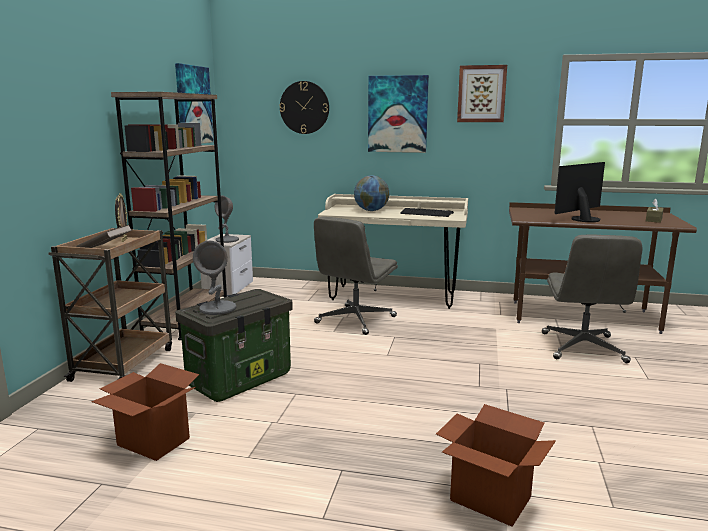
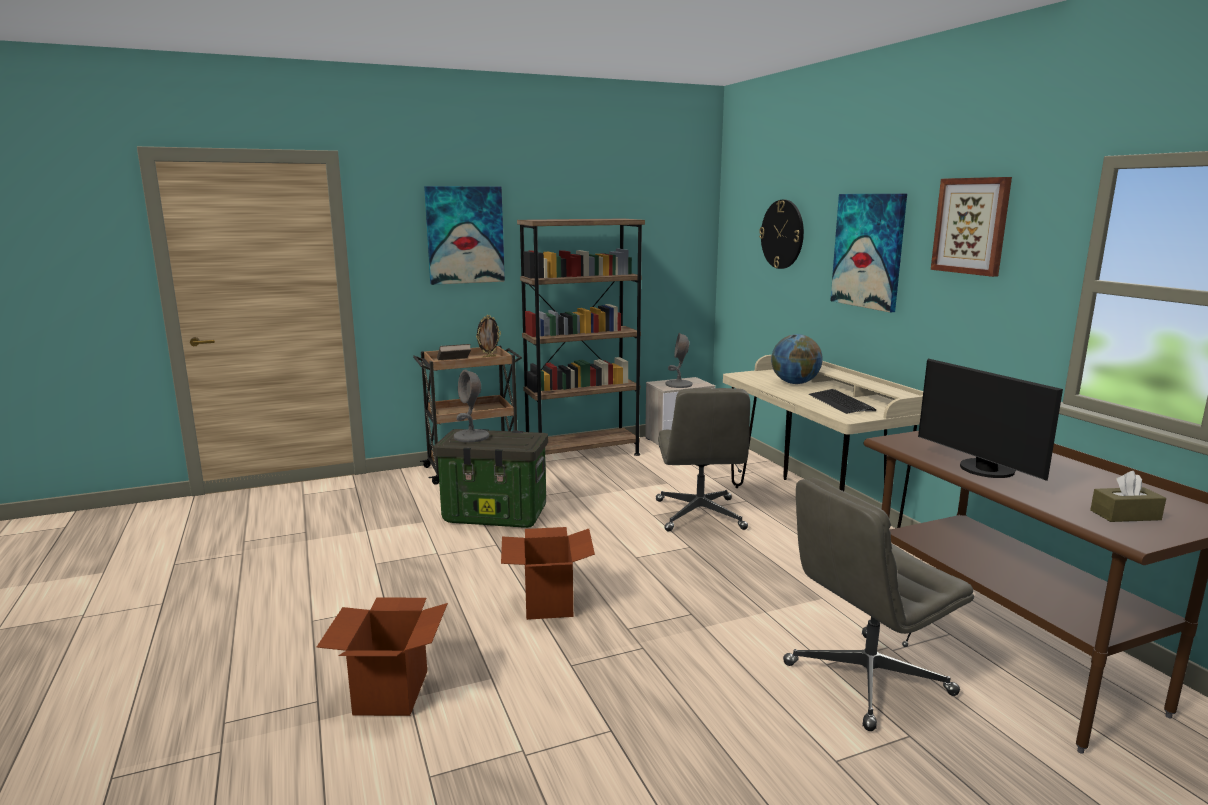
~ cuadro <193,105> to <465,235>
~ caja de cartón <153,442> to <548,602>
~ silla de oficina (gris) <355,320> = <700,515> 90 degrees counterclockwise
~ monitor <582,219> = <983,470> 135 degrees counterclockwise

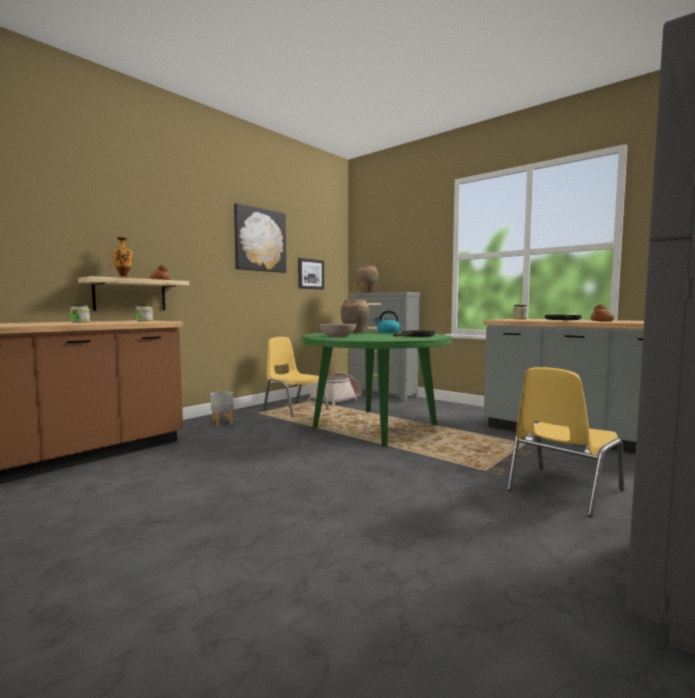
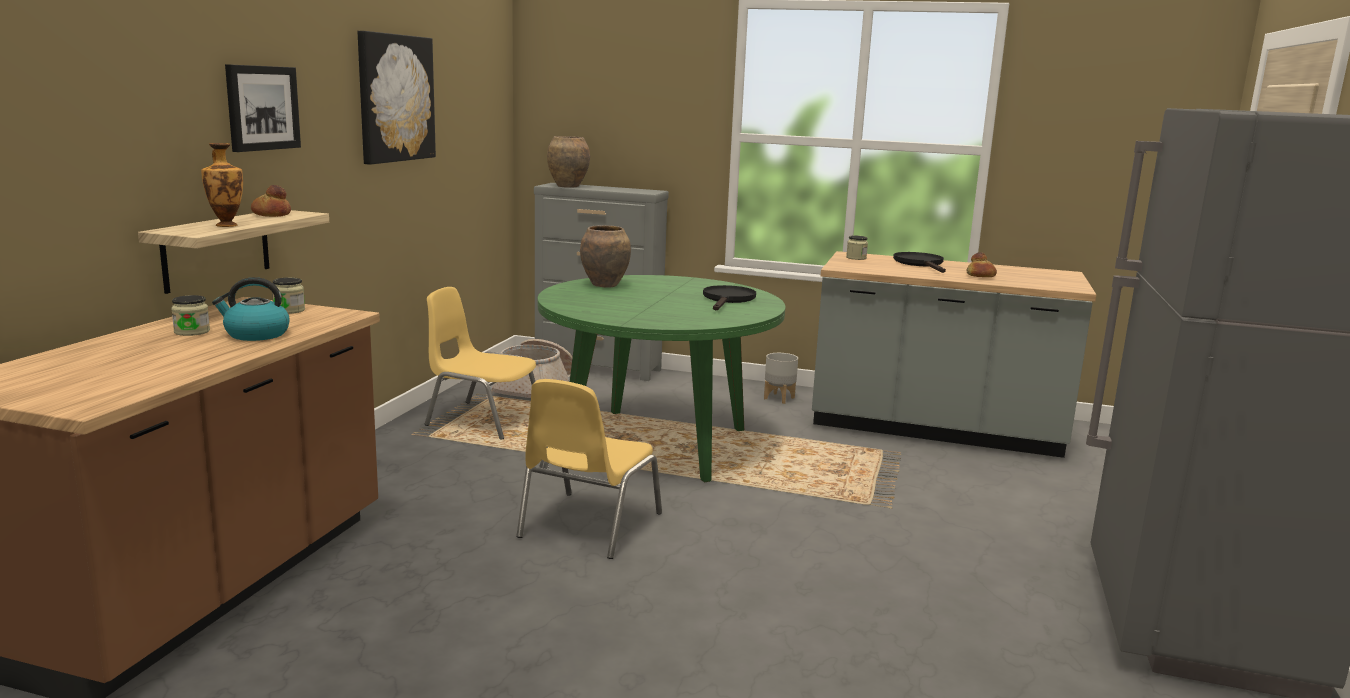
~ hervidor <388,332> to <256,334>
~ cuadro <310,274> to <262,108>
~ silla (amarillo) <562,490> to <588,526>
~ maceta (gris) <223,422> to <779,398>
- cuenco (gris) <338,336>

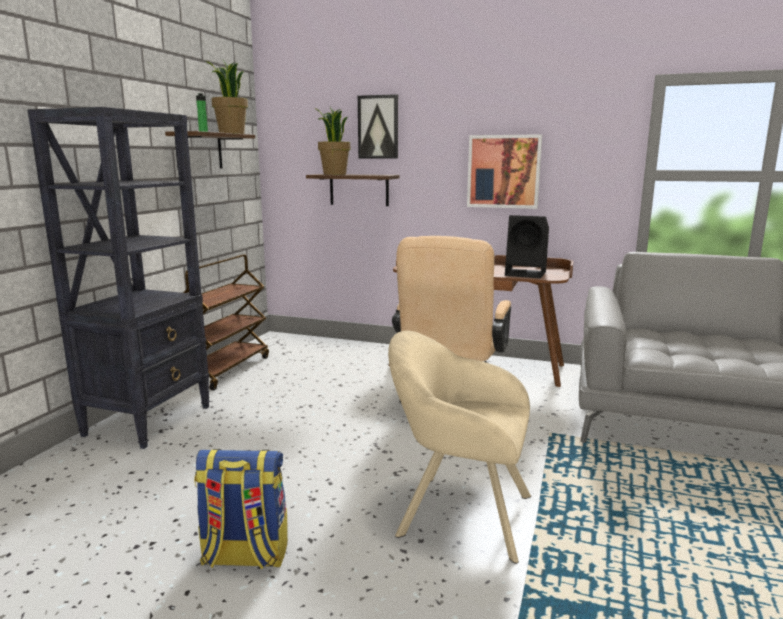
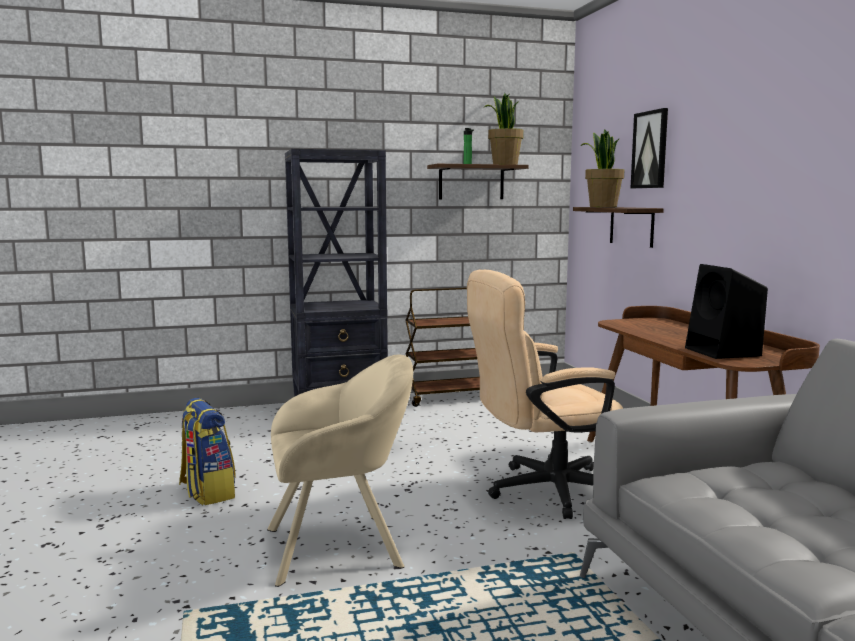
~ sillón (beis) <458,513> = <341,546> 90 degrees clockwise
- cuadro <503,171>

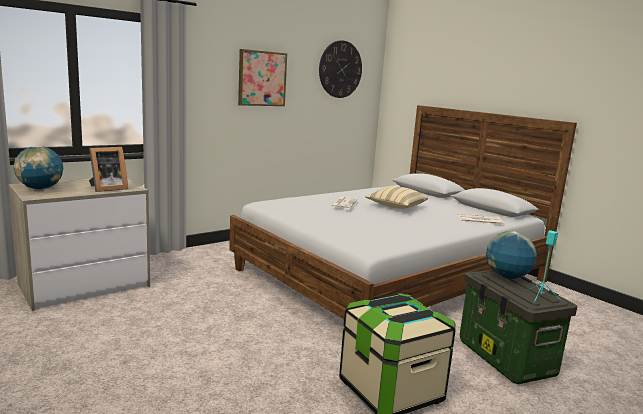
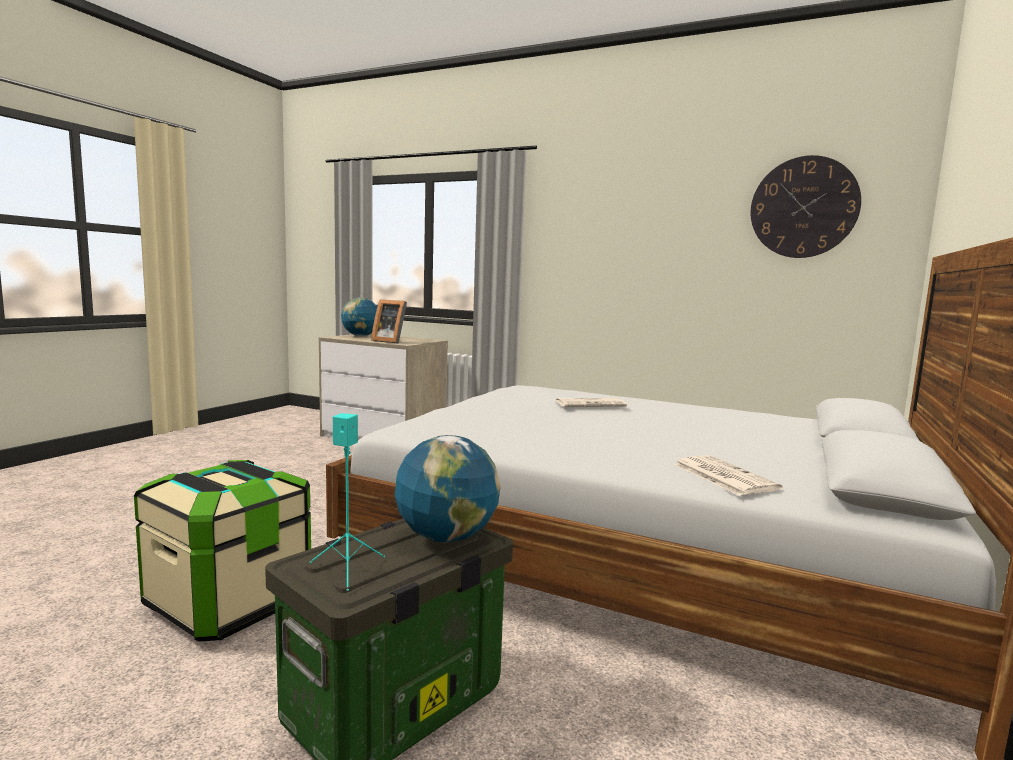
- cuadro <262,78>
- cojín (beis) <395,207>

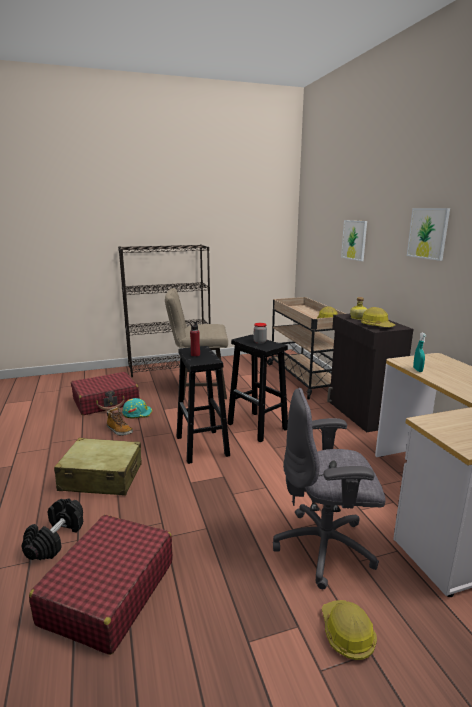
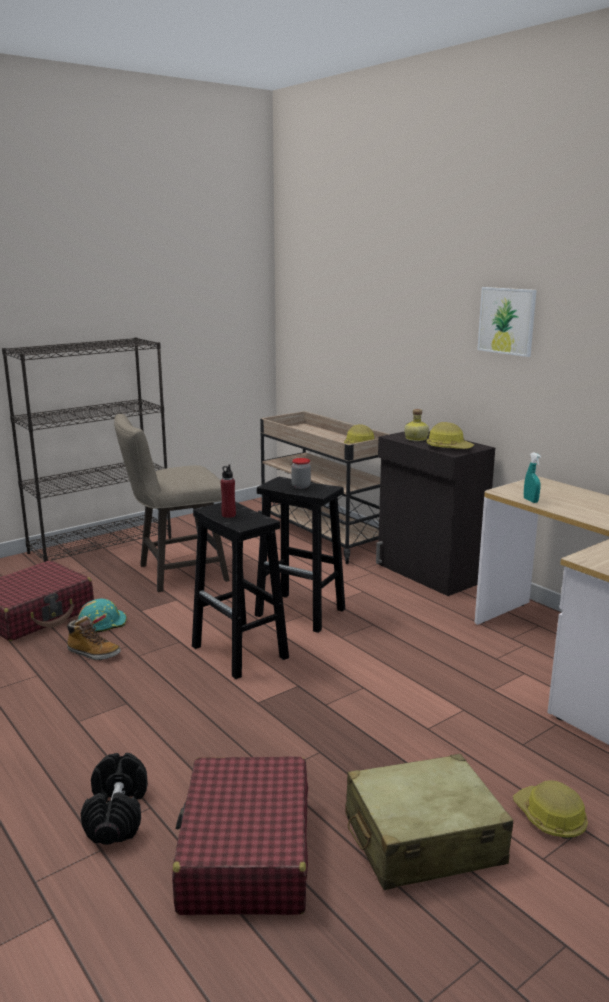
~ maleta (beis) <101,477> to <422,840>
- silla de oficina (gris) <325,547>
- cuadro <354,240>

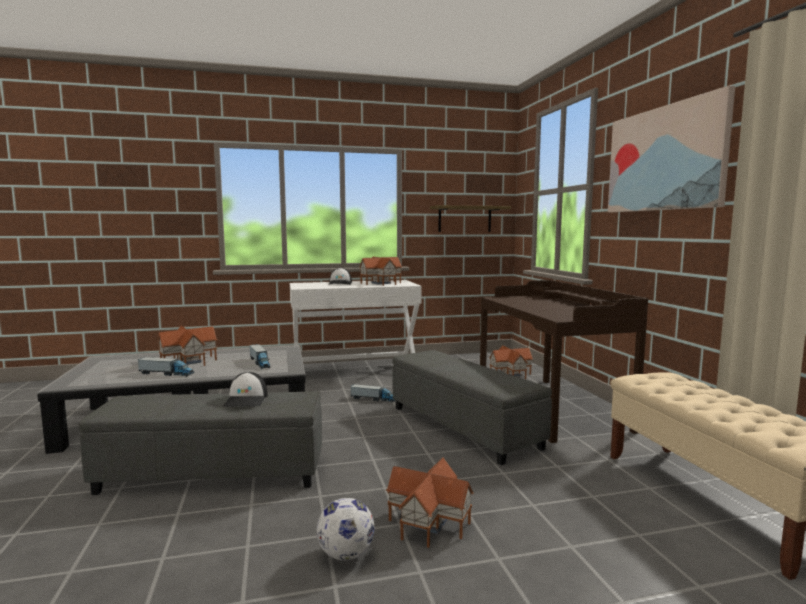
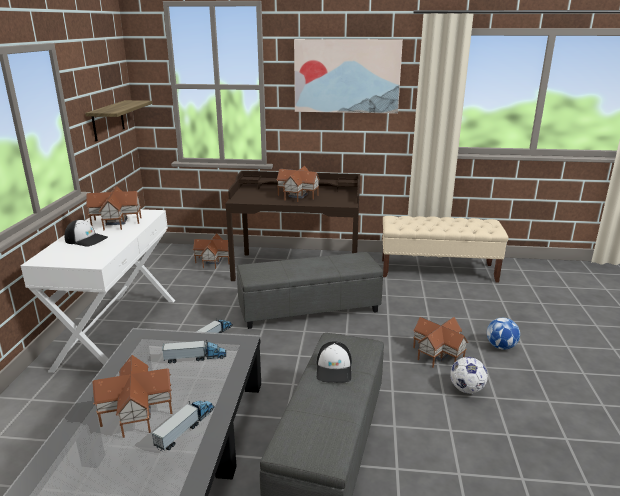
+ casita <298,195>
~ gorra <246,400> = <334,369> 75 degrees clockwise
+ balón de fútbol <500,346>

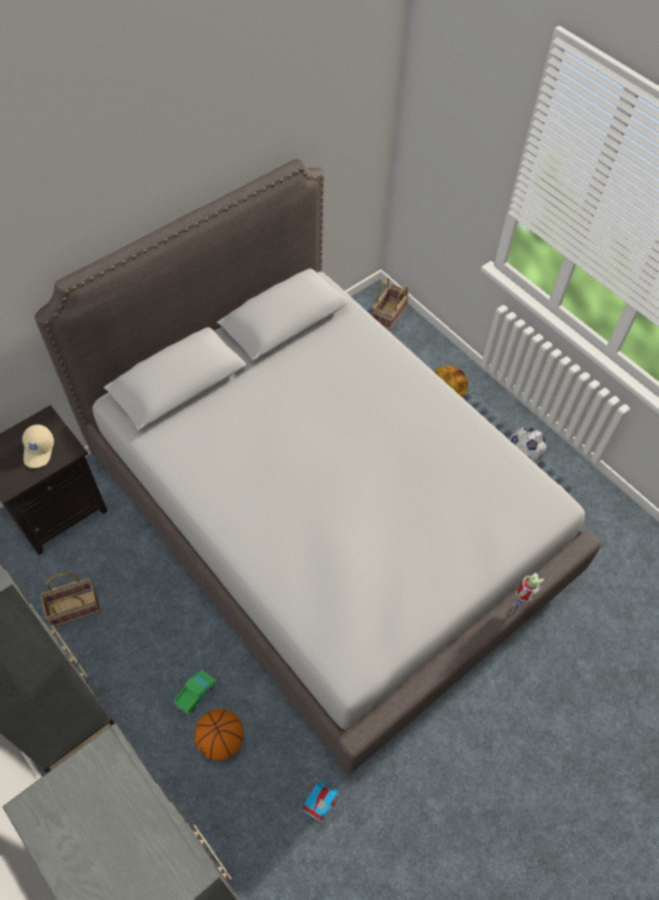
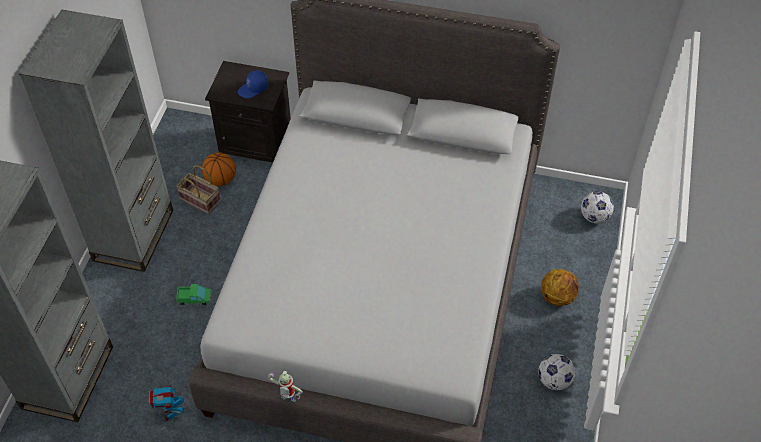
~ balón de baloncesto <221,740> to <220,180>
~ gorra (beis) <39,450> to gorra (azul) <253,89>
~ robot de juguete <520,603> to <288,401>
~ cesta <389,316> to balón de fútbol <594,217>

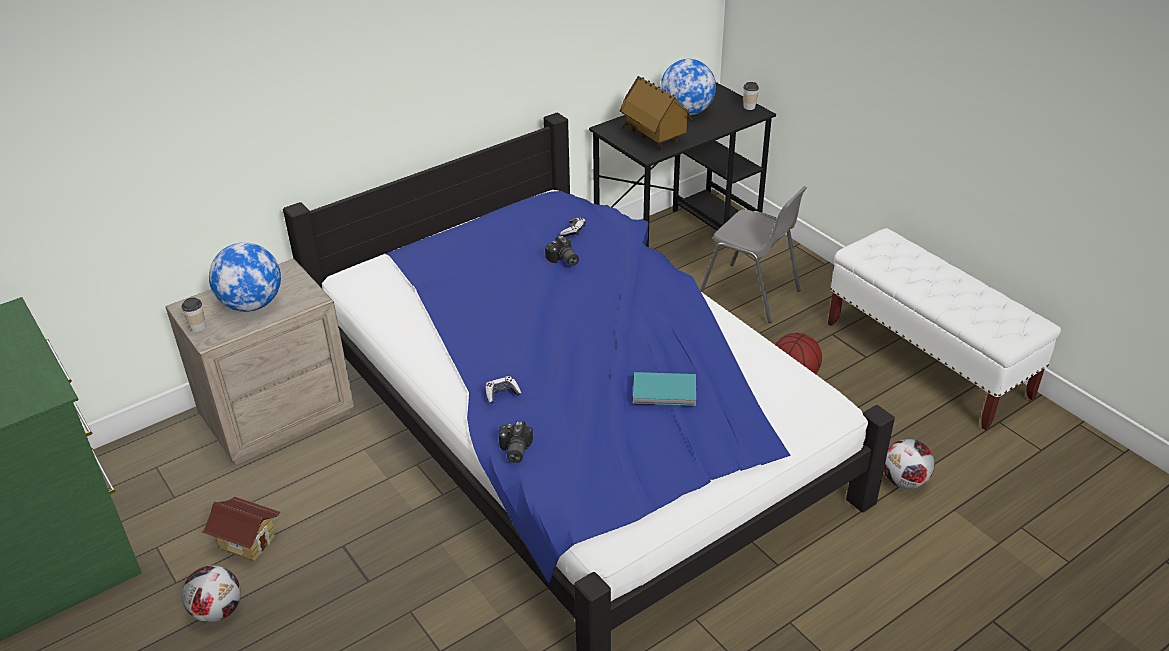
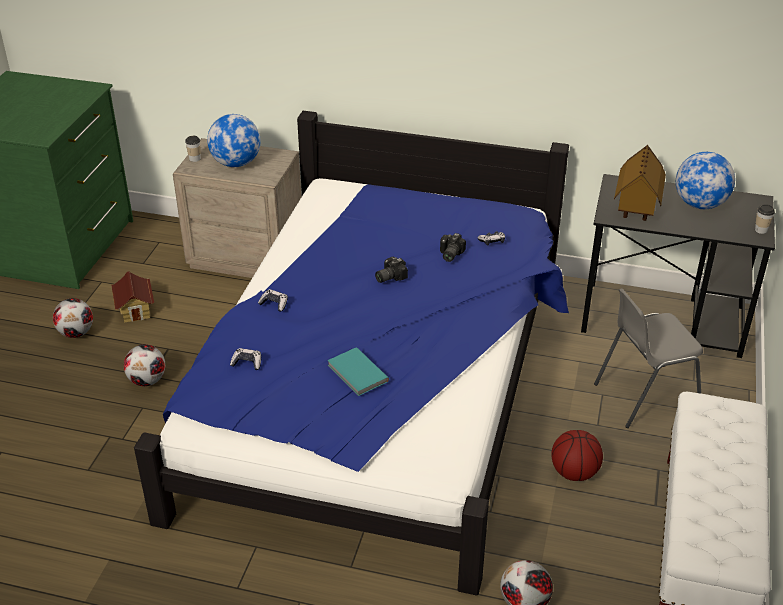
+ balón de fútbol <148,380>
+ mando de consola <247,363>
~ cámara <513,450> to <389,277>
~ silla (gris) <750,294> = <645,396> 75 degrees clockwise

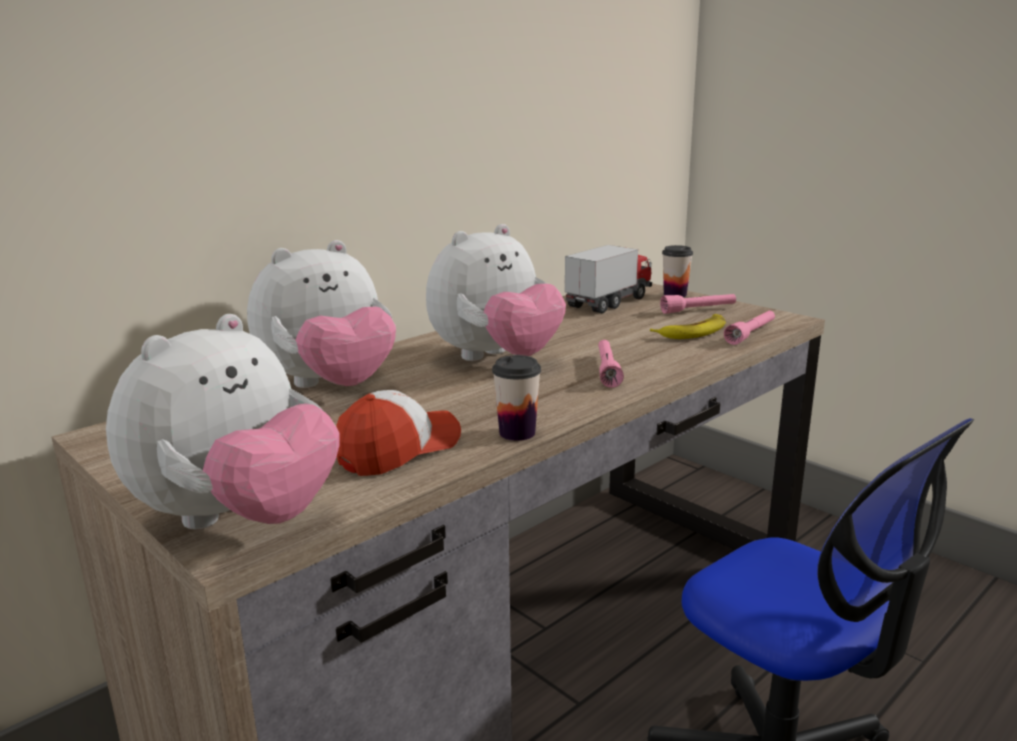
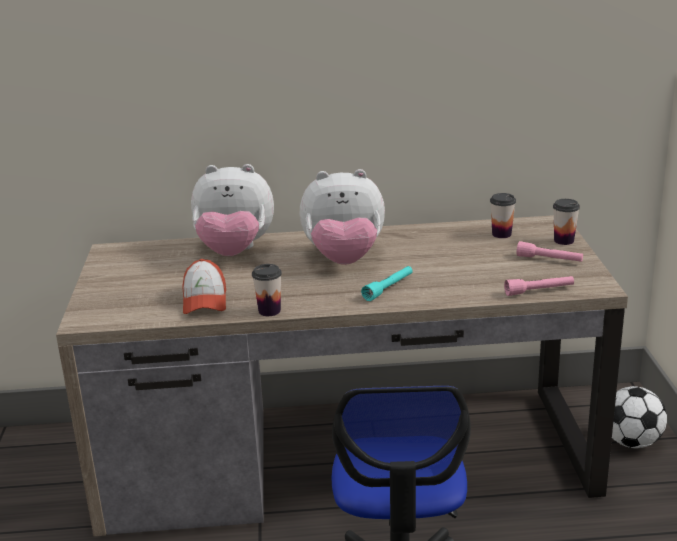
~ gorra <399,450> = <204,301> 90 degrees clockwise
~ linterna (rosa) <607,370> to linterna (turquesa) <389,288>
~ camión de juguete <609,302> to taza <501,234>
+ balón de fútbol <631,442>
- peluche <238,519>
- plátano <693,332>

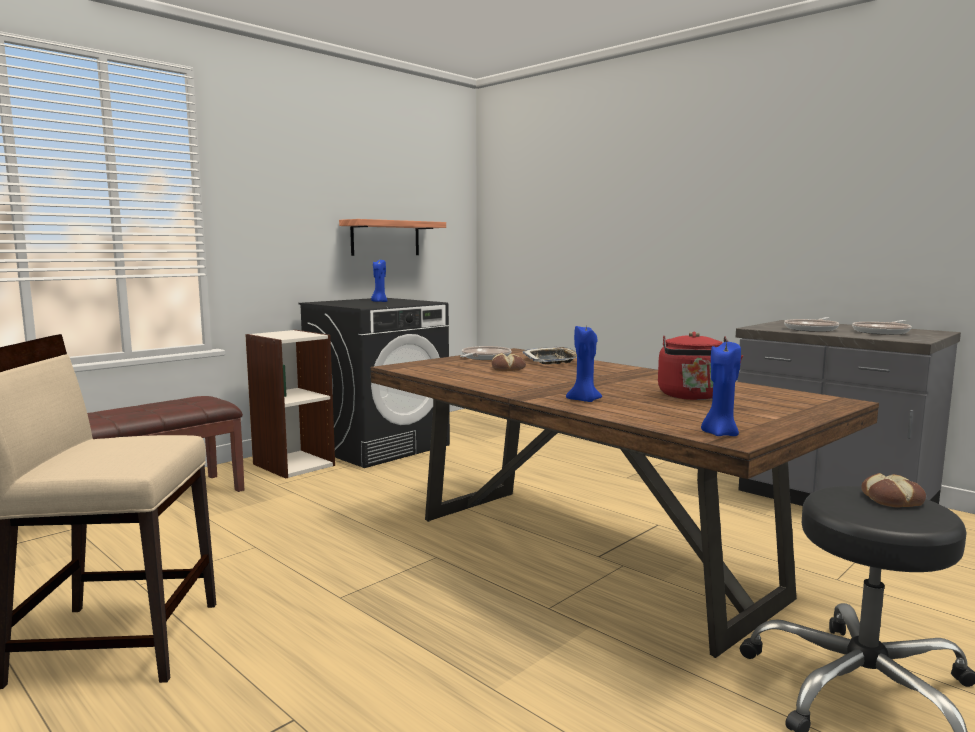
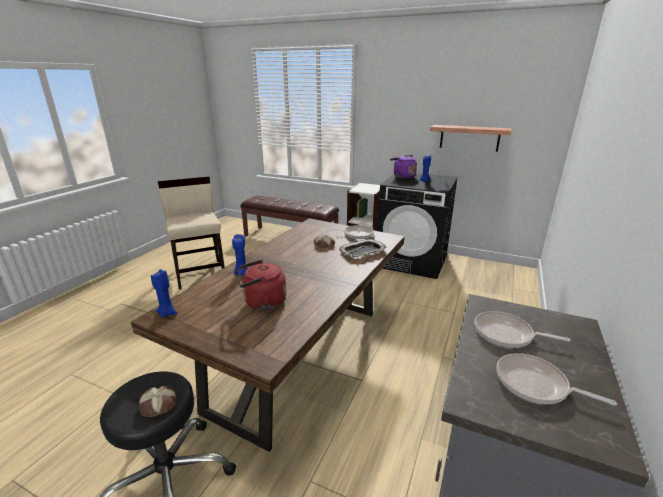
+ hervidor (morado) <402,176>

